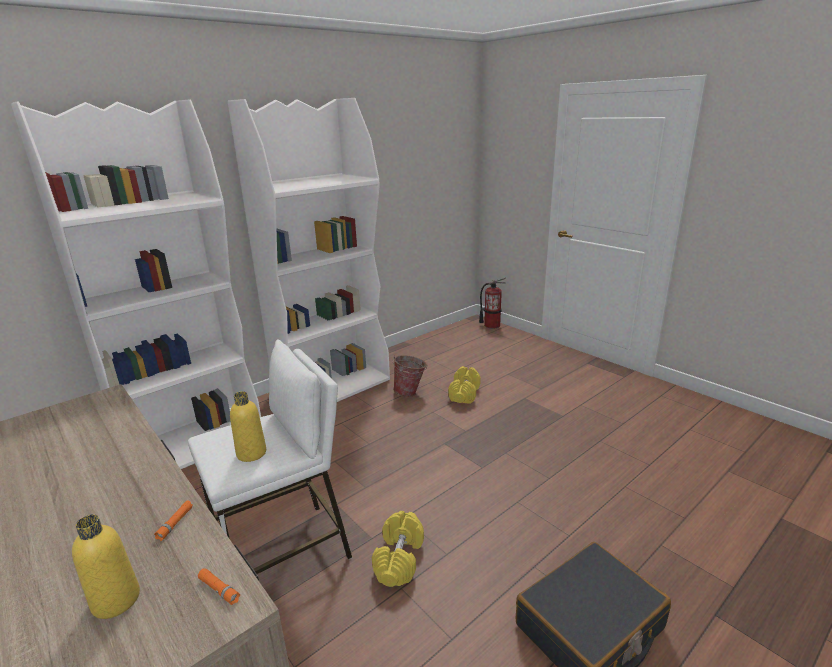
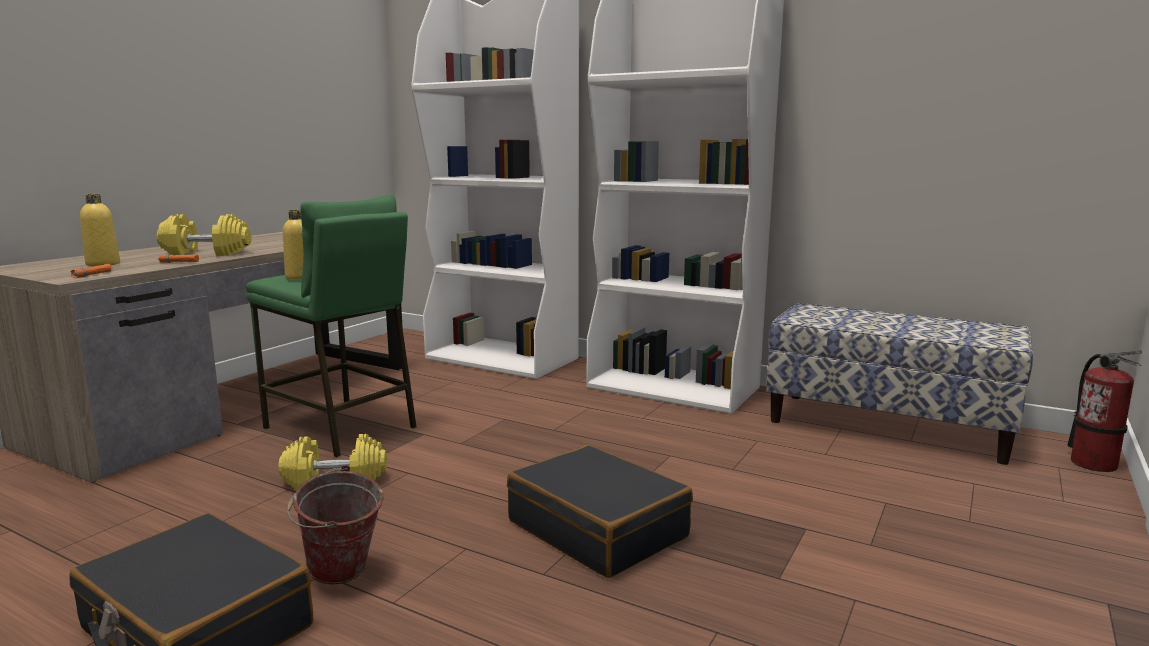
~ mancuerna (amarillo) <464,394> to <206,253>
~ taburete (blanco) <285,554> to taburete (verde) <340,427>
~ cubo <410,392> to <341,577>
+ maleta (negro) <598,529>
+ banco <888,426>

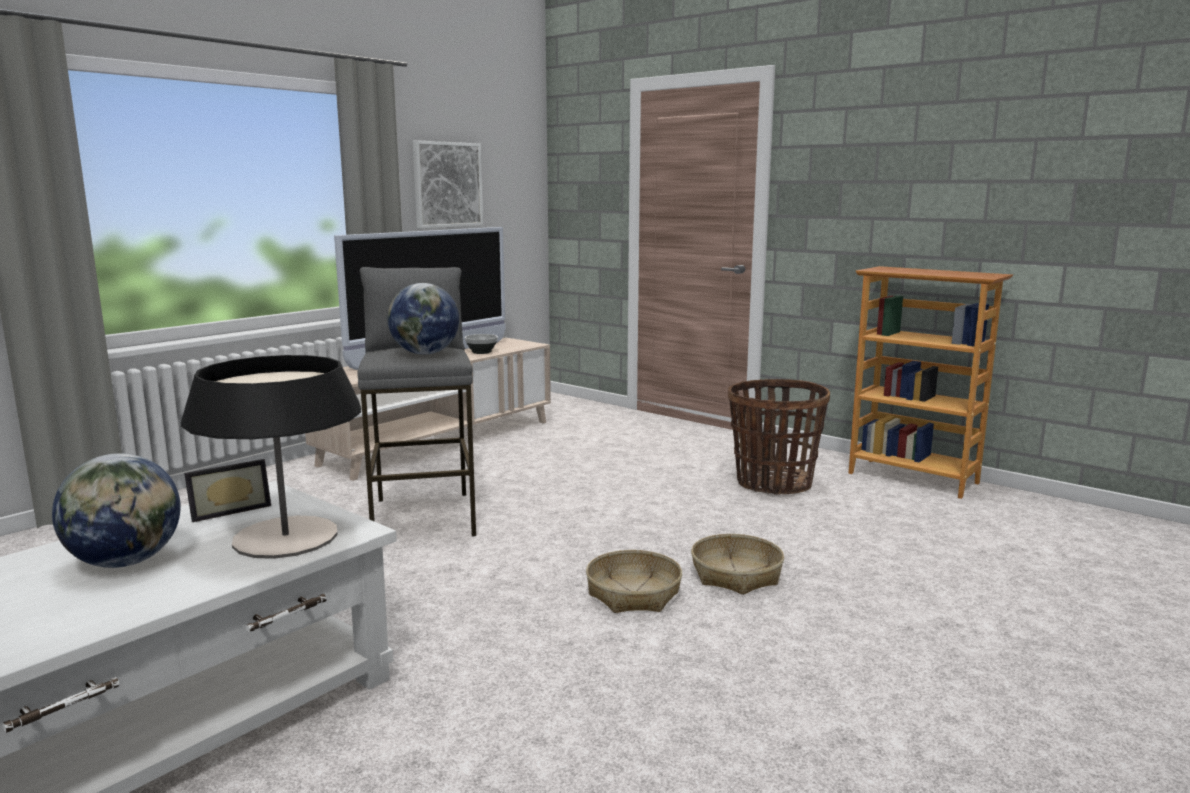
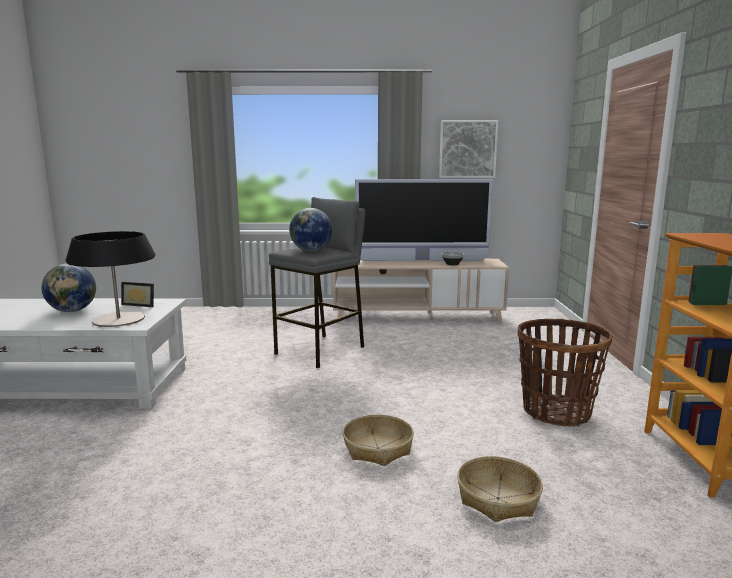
~ cesta <634,594> to <498,498>

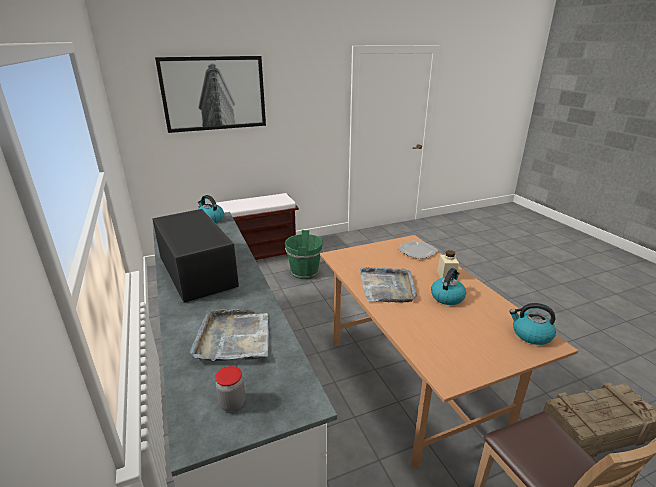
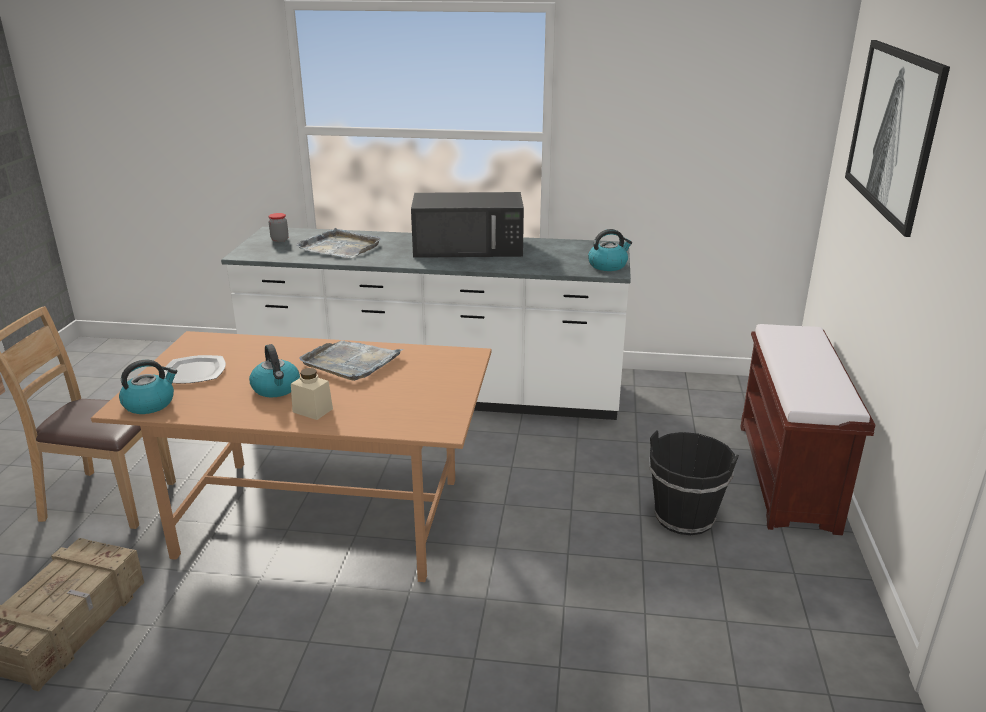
~ plato <417,251> to <194,372>
~ cubo (verde) <305,272> to cubo (negro) <684,517>

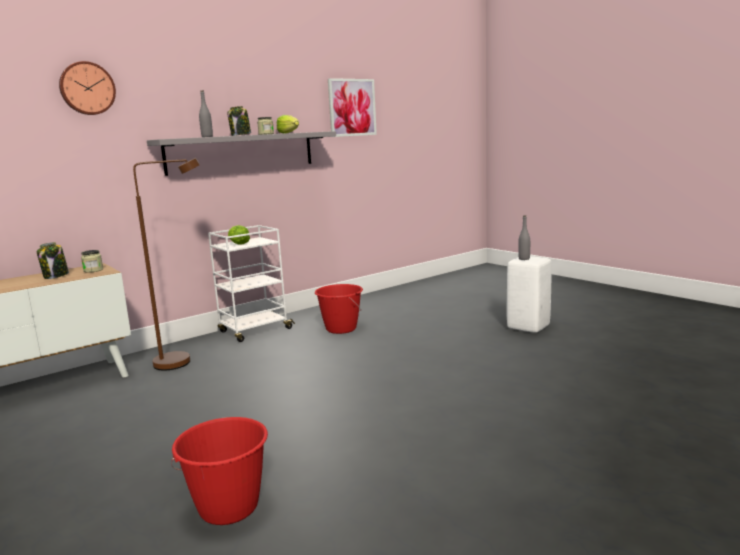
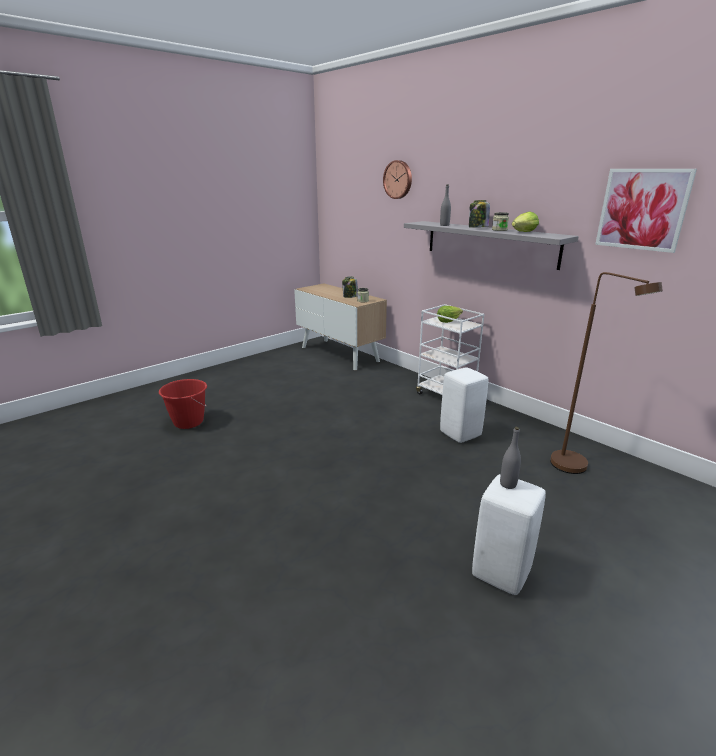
~ cubo (rojo) <341,329> to taburete (blanco) <460,433>
~ lámpara de pie (marrón) <182,361> to <576,469>

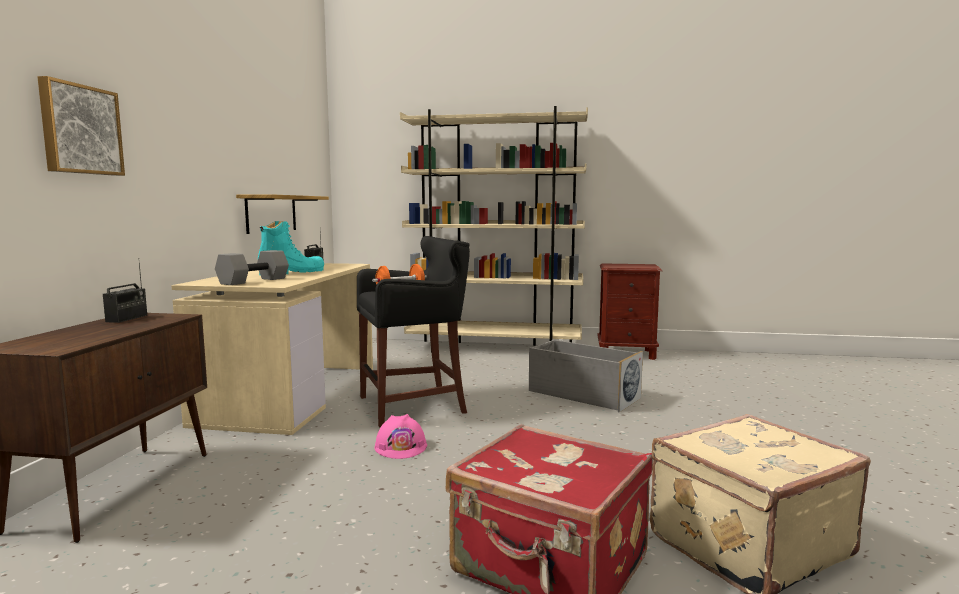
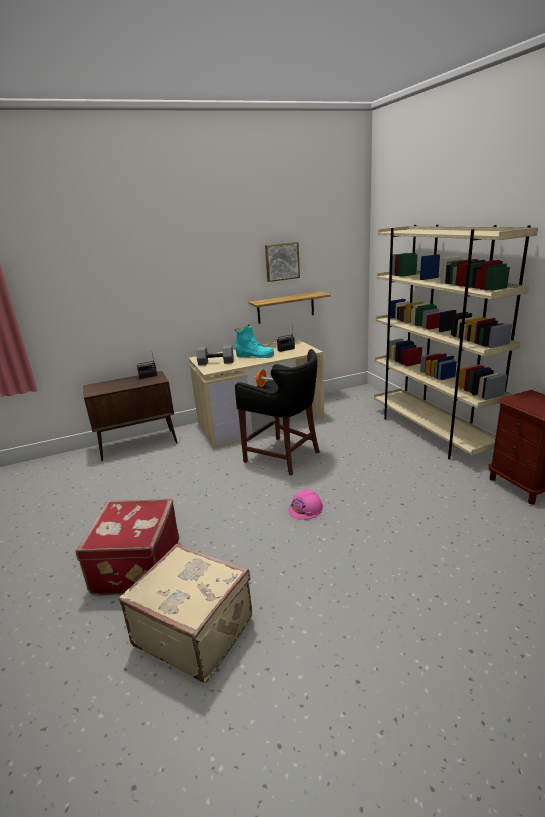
~ cuadro <80,130> to <281,261>
~ casco (rosa) <401,446> to <306,509>
- caja de almacenaje (gris) <582,395>

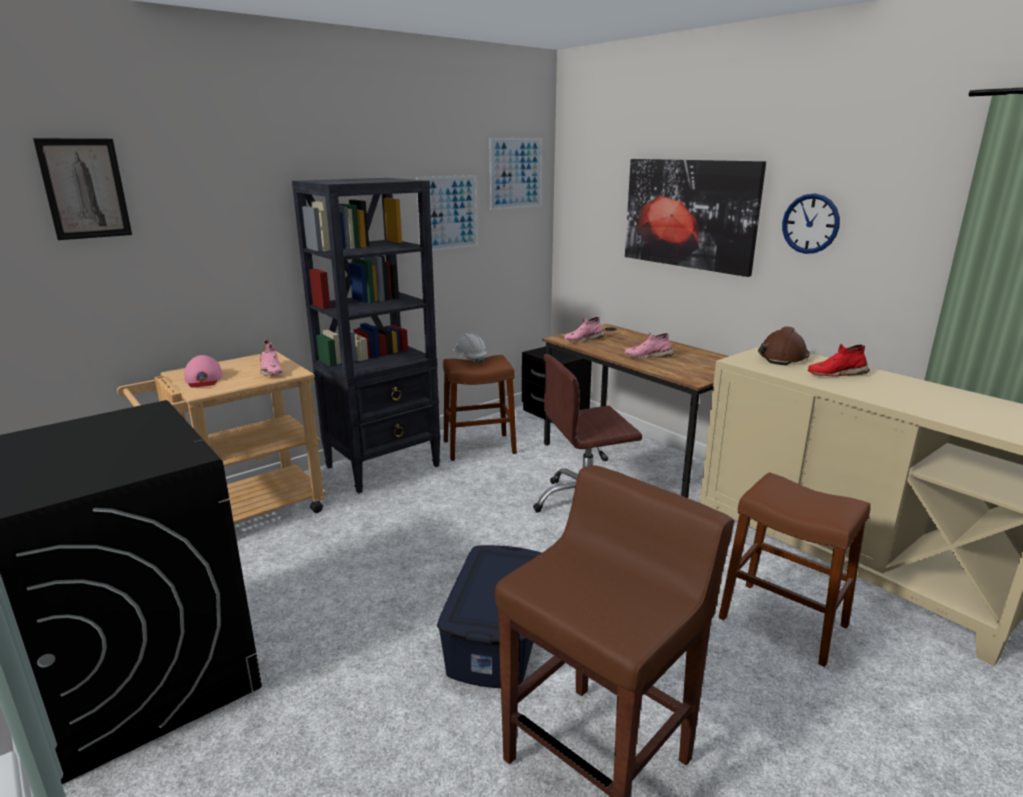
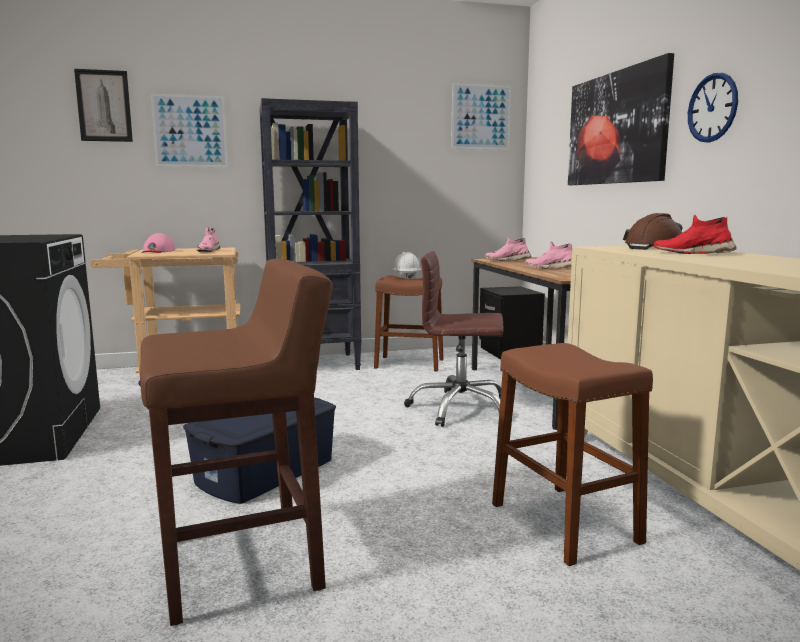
~ cuadro <448,213> to <190,131>

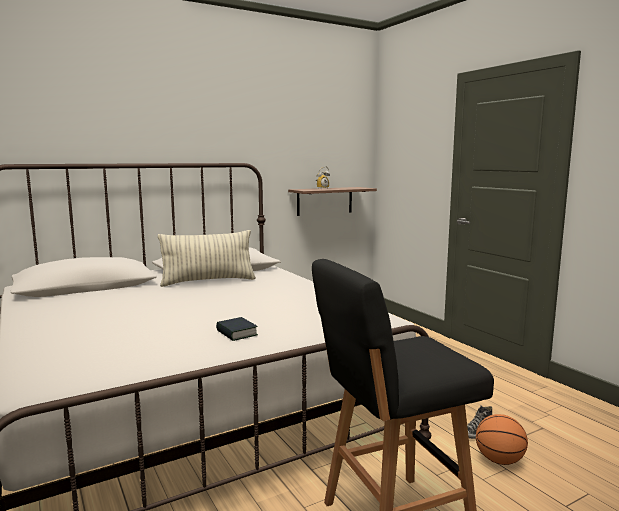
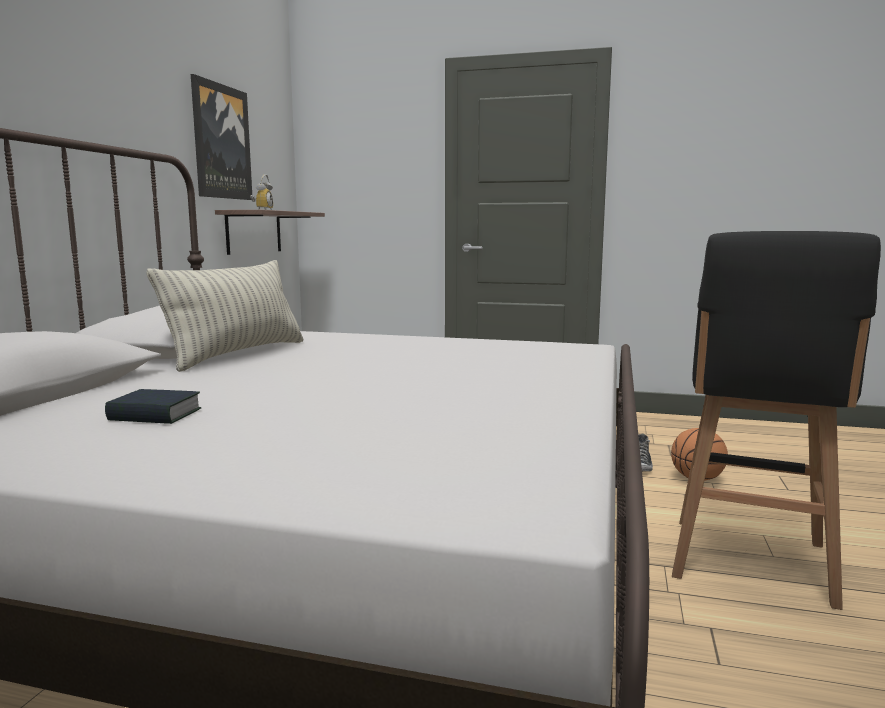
~ libro <236,333> to <155,415>
+ cuadro <221,142>

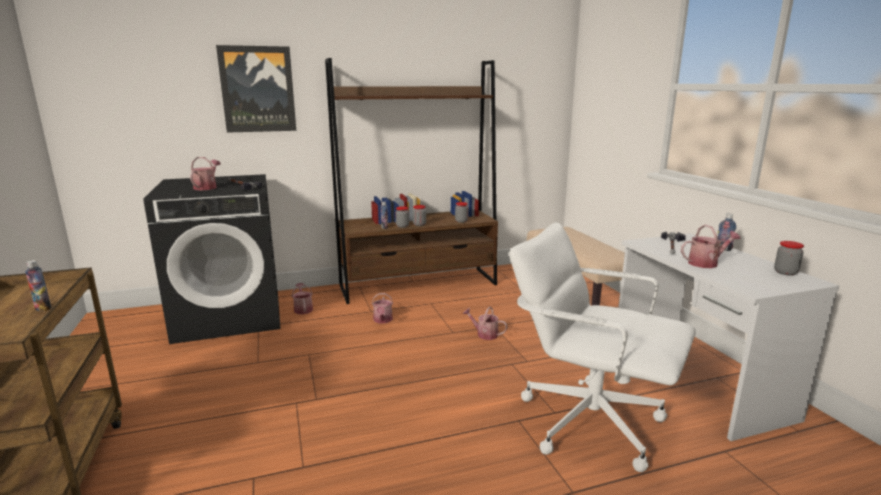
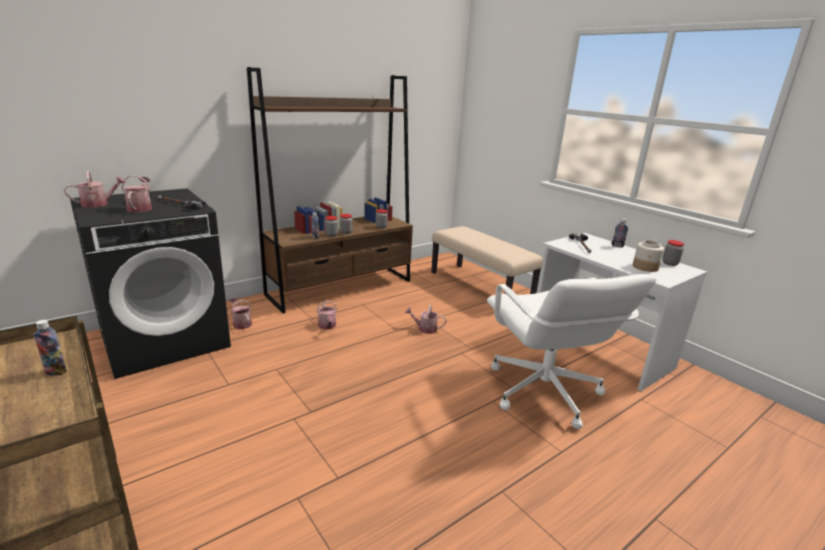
~ regadera <706,263> to <99,204>
~ silla de oficina (blanco) <589,421> = <543,392> 120 degrees counterclockwise
+ tarro <645,267>
- cuadro <258,89>

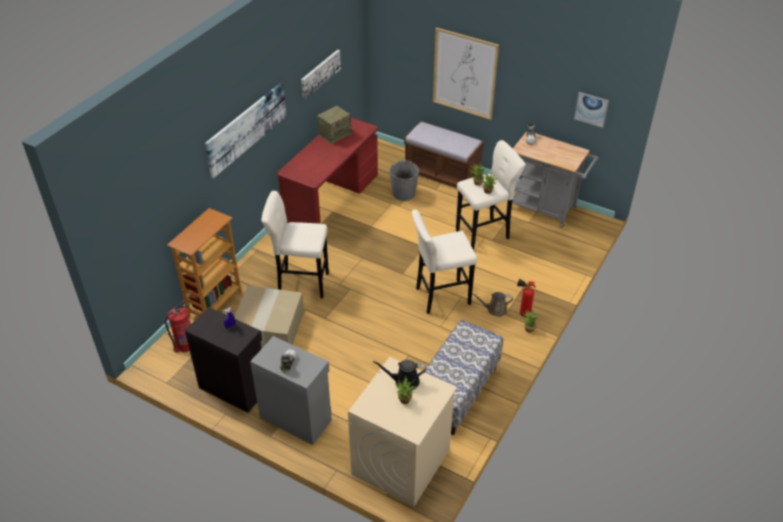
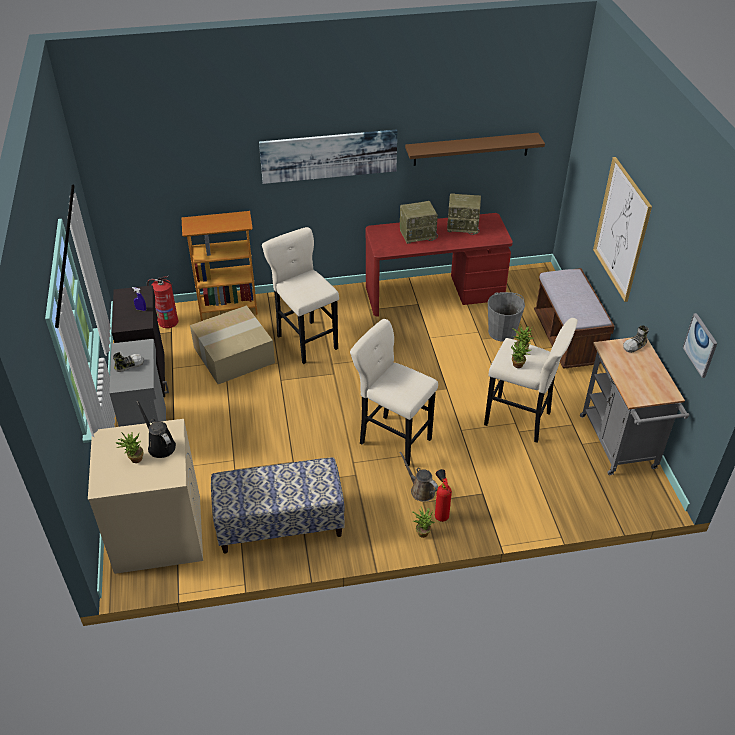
+ radio <418,234>
~ cuadro <320,73> to estante (marrón) <471,149>

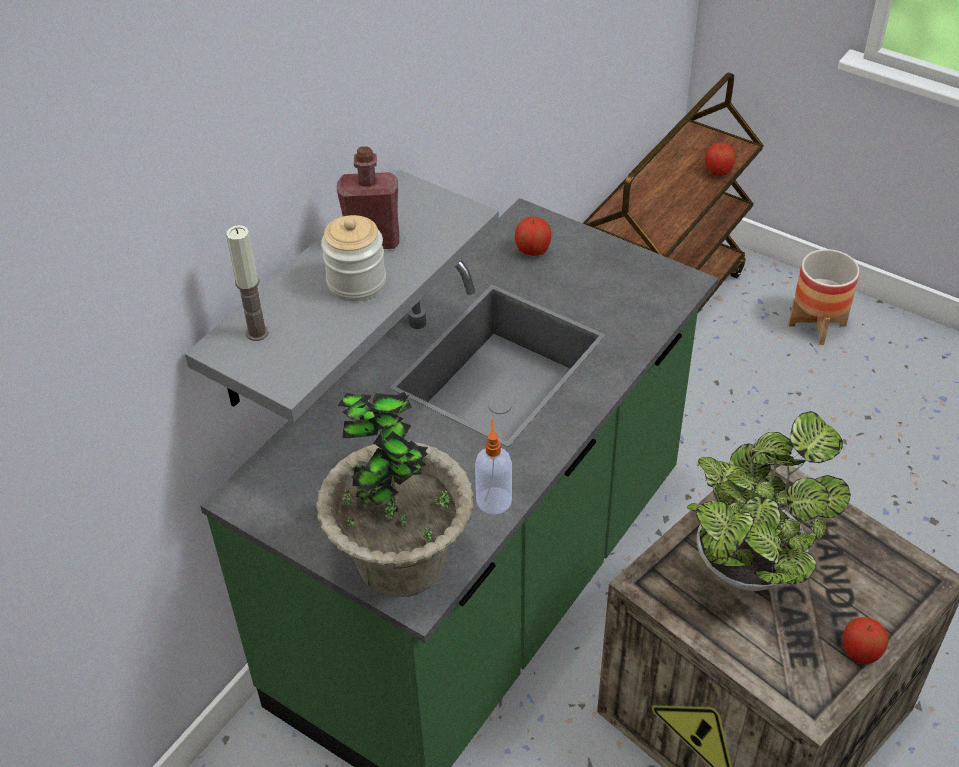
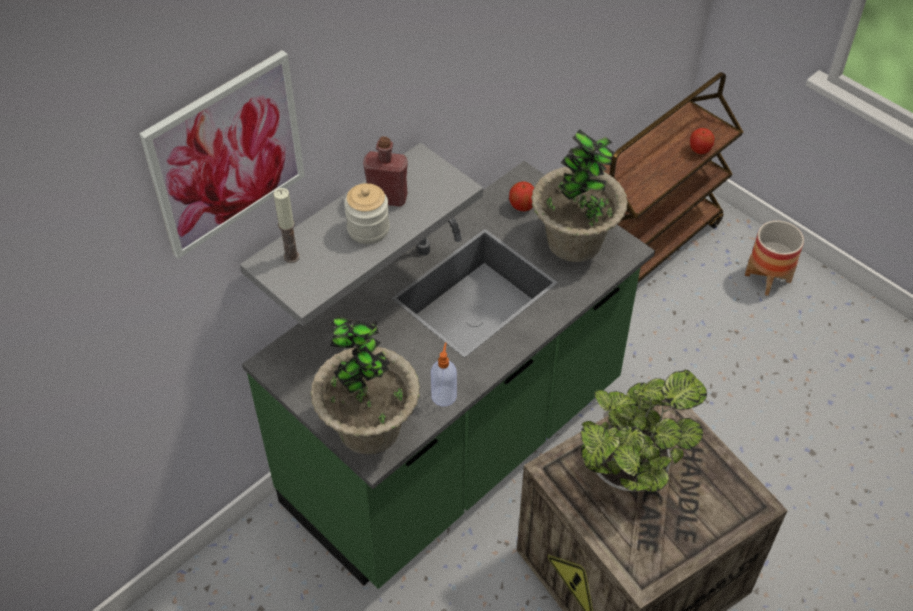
+ cuadro <226,154>
+ planta en maceta <574,242>
- manzana <860,652>

